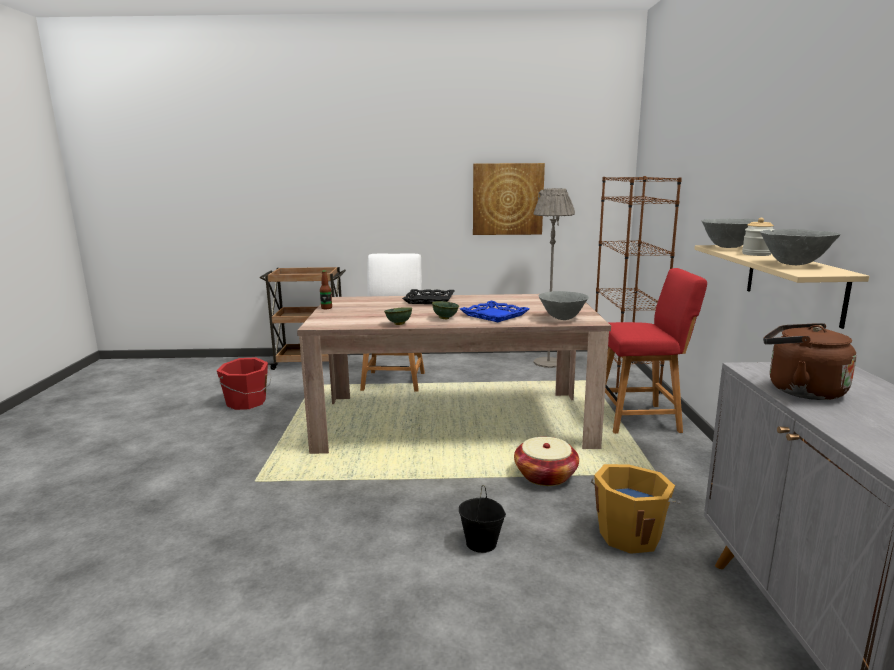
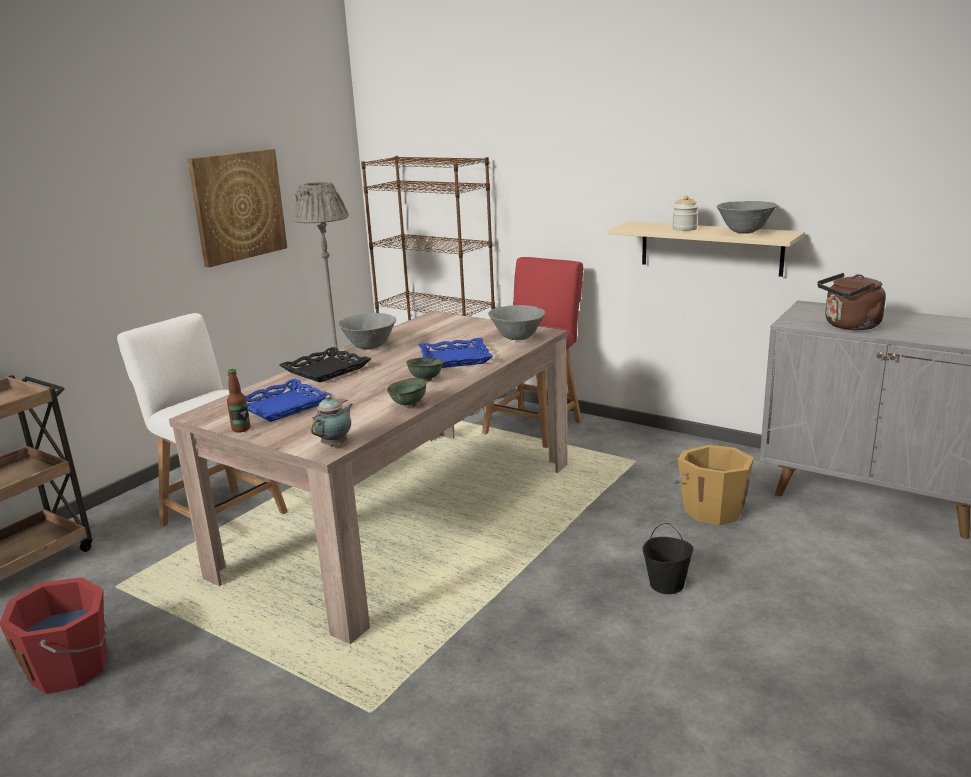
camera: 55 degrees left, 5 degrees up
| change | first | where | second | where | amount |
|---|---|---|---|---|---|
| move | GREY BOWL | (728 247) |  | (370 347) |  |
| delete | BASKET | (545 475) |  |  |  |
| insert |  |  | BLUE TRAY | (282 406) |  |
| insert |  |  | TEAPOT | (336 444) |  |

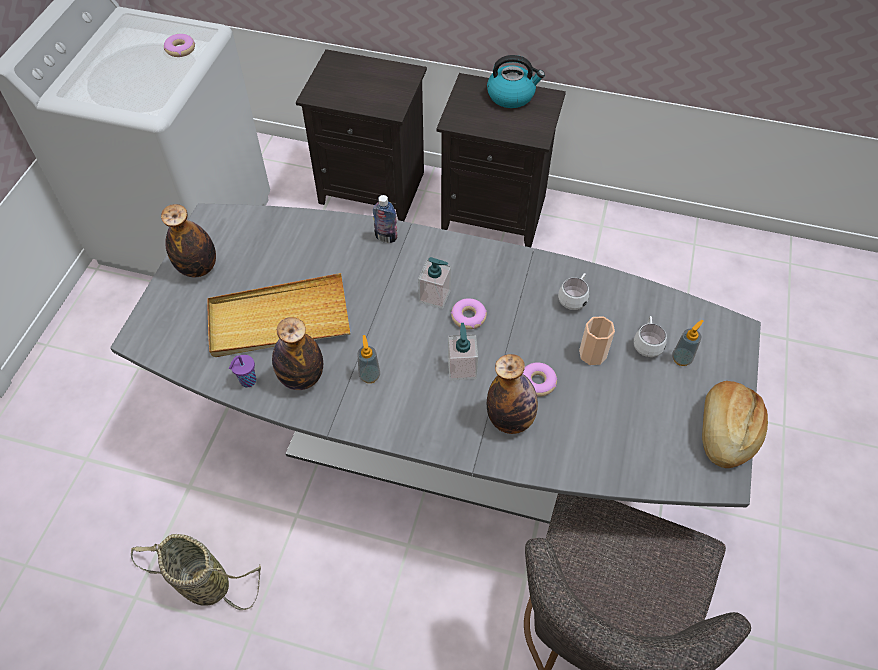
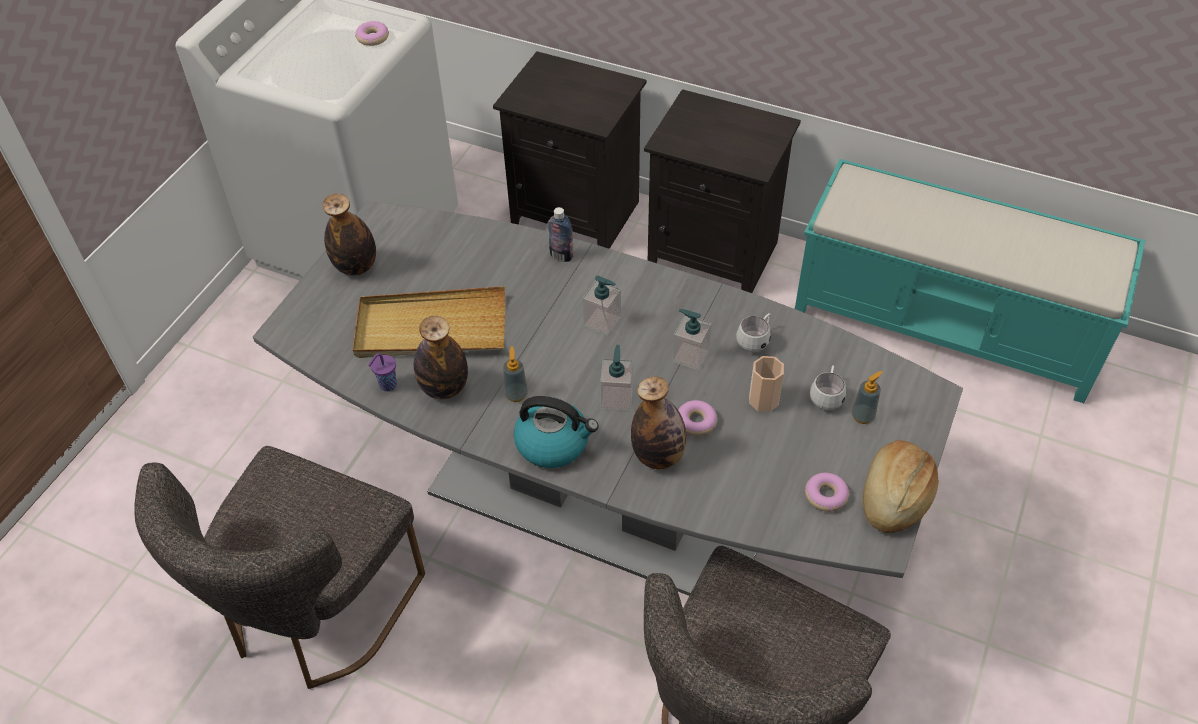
camera: 10 degrees right, 5 degrees down
| change | first | where | second | where | amount |
|---|---|---|---|---|---|
| move | KETTLE | (511 95) |  | (554 443) |  |
| move | DONUT | (468 317) |  | (826 496) |  |
| replace | BASKET | (201 583) | GREY CHAIR | (314 615) |  |
| insert |  |  | TURQUOISE BENCH | (948 323) |  |
| insert |  |  | SOAP DISPENSER | (690 356) |  |

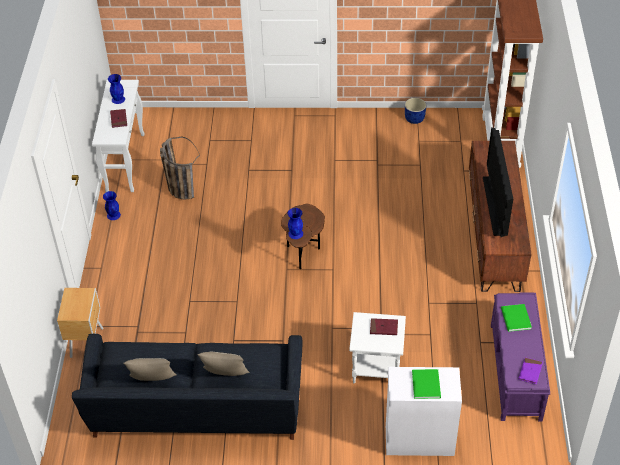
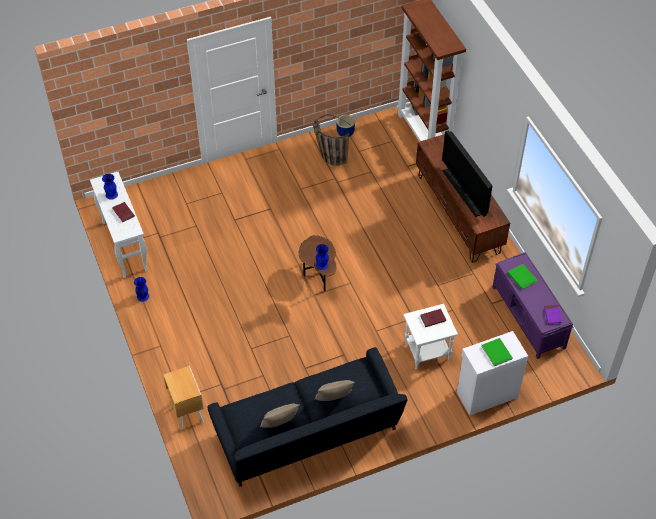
camera: 25 degrees left, 5 degrees up
| change | first | where | second | where | amount |
|---|---|---|---|---|---|
| move | BASKET | (178 186) |  | (329 156) |  |

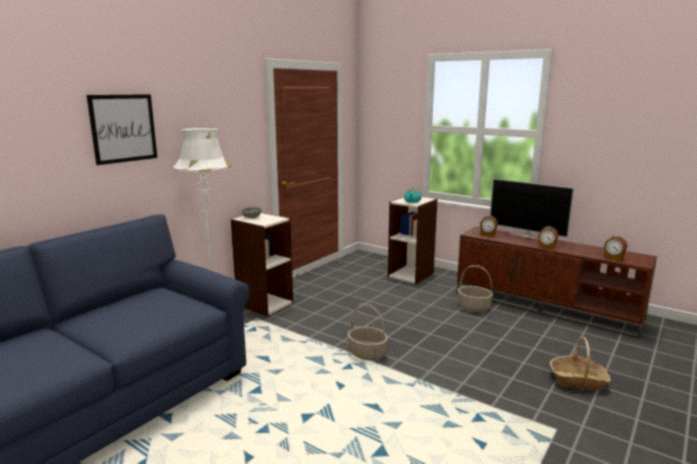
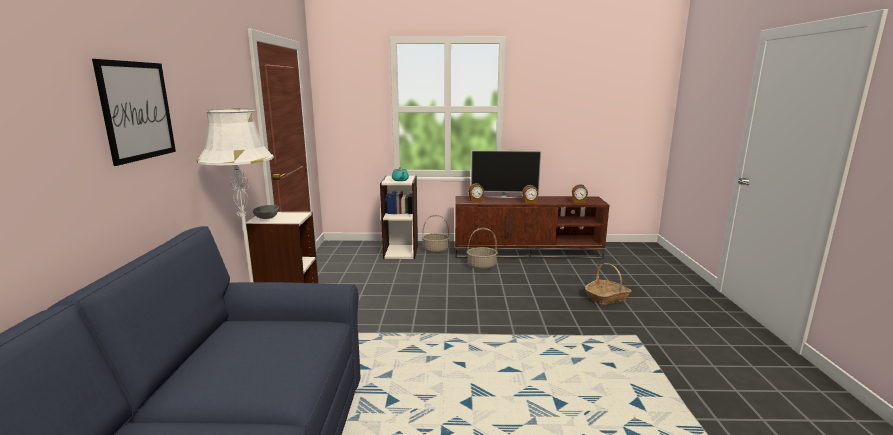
camera: 35 degrees left, 0 degrees up
| change | first | where | second | where | amount |
|---|---|---|---|---|---|
| move | BASKET | (367 353) |  | (436 250) |  |

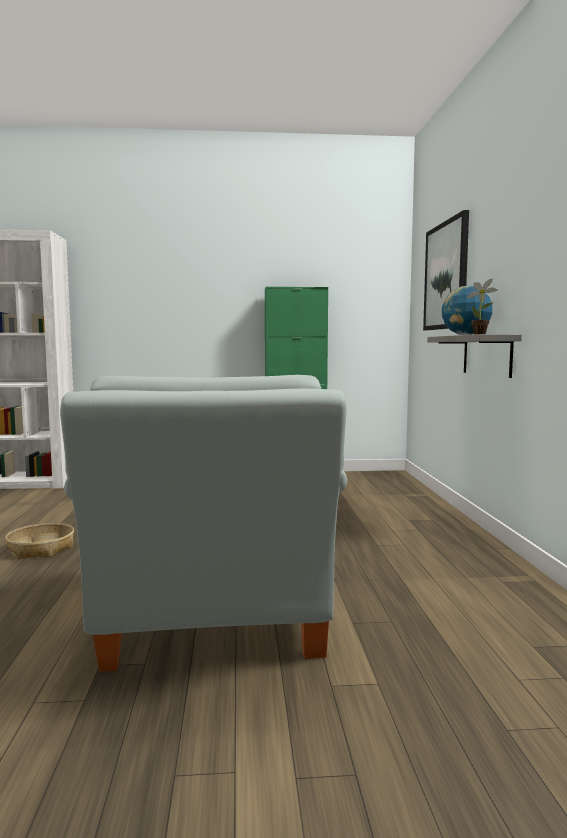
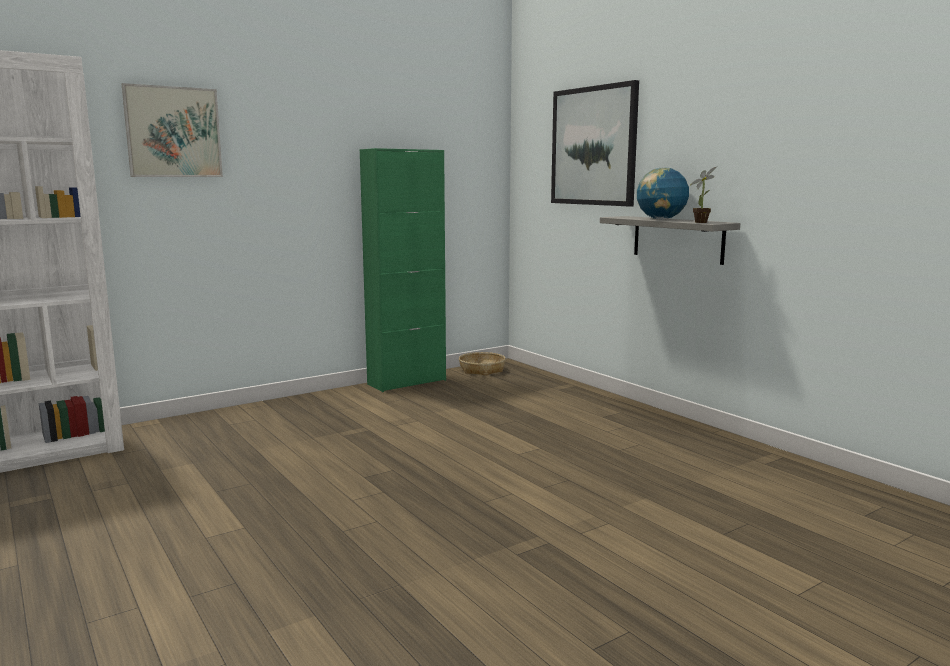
camera: 30 degrees left, 5 degrees up
| change | first | where | second | where | amount |
|---|---|---|---|---|---|
| delete | GREY ARMCHAIR | (212 622) |  |  |  |
| move | BASKET | (41 549) |  | (481 370) |  |
| insert |  |  | PICTURE | (173 132) |  |

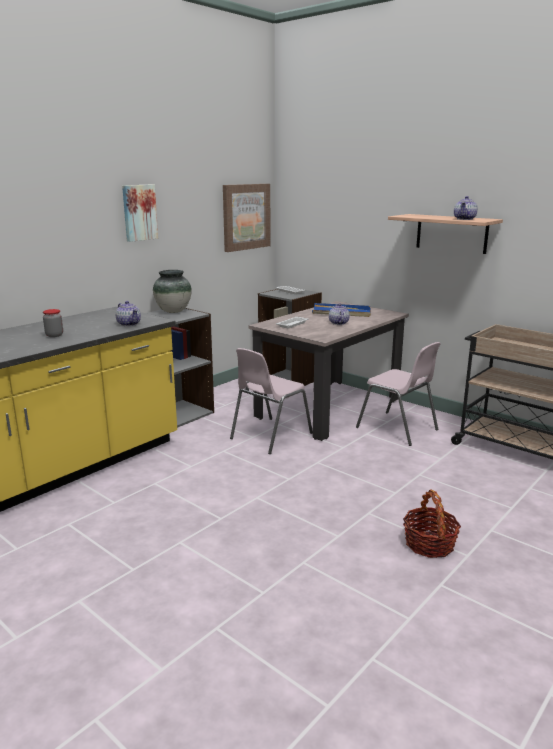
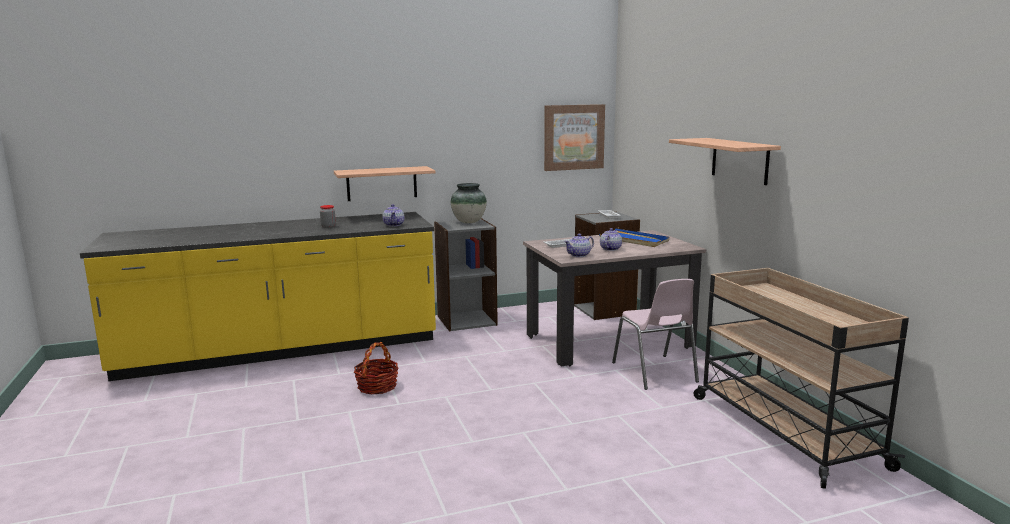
camera: 30 degrees right, 5 degrees down
| change | first | where | second | where | amount |
|---|---|---|---|---|---|
| delete | PICTURE | (139 212) |  |  |  |
| move | TEAPOT | (465 219) |  | (579 255) |  |
| delete | PINK CHAIR | (269 436) |  |  |  |
| move | BASKET | (429 544) |  | (377 387) |  |
| insert |  |  | SHELF | (382 183) |  |

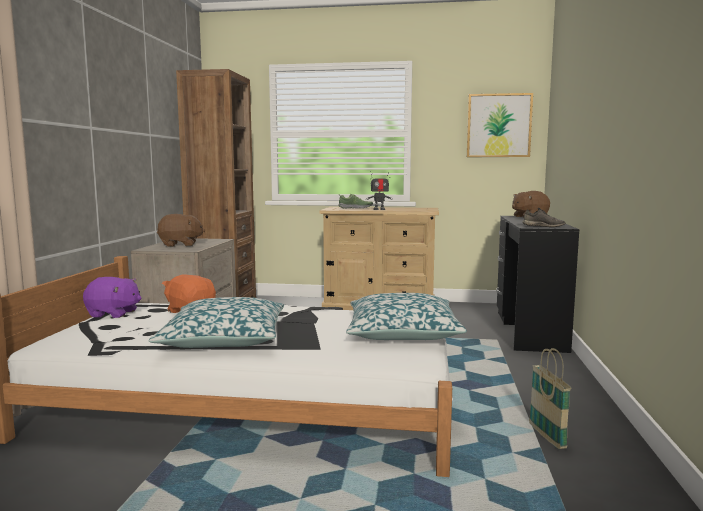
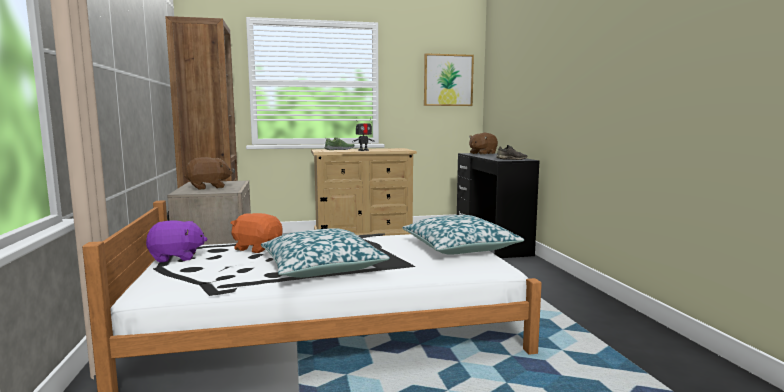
camera: 20 degrees left, 0 degrees up
| change | first | where | second | where | amount |
|---|---|---|---|---|---|
| delete | BASKET | (547 437) |  |  |  |

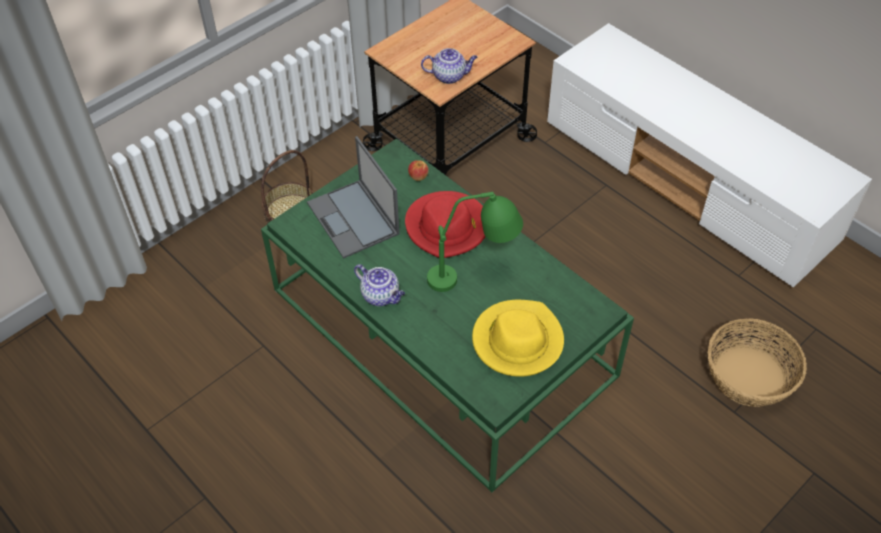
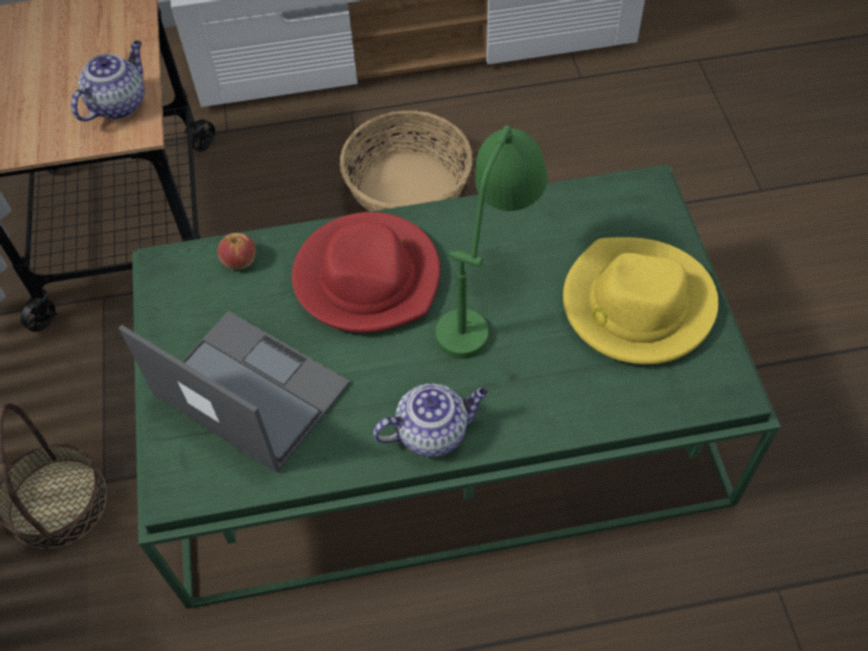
camera: 55 degrees left, 5 degrees up
| change | first | where | second | where | amount |
|---|---|---|---|---|---|
| rotate | LAPTOP | (354 219) |  | (249 389) | 150 degrees counterclockwise |
| move | BASKET | (749 376) |  | (409 189) |  |

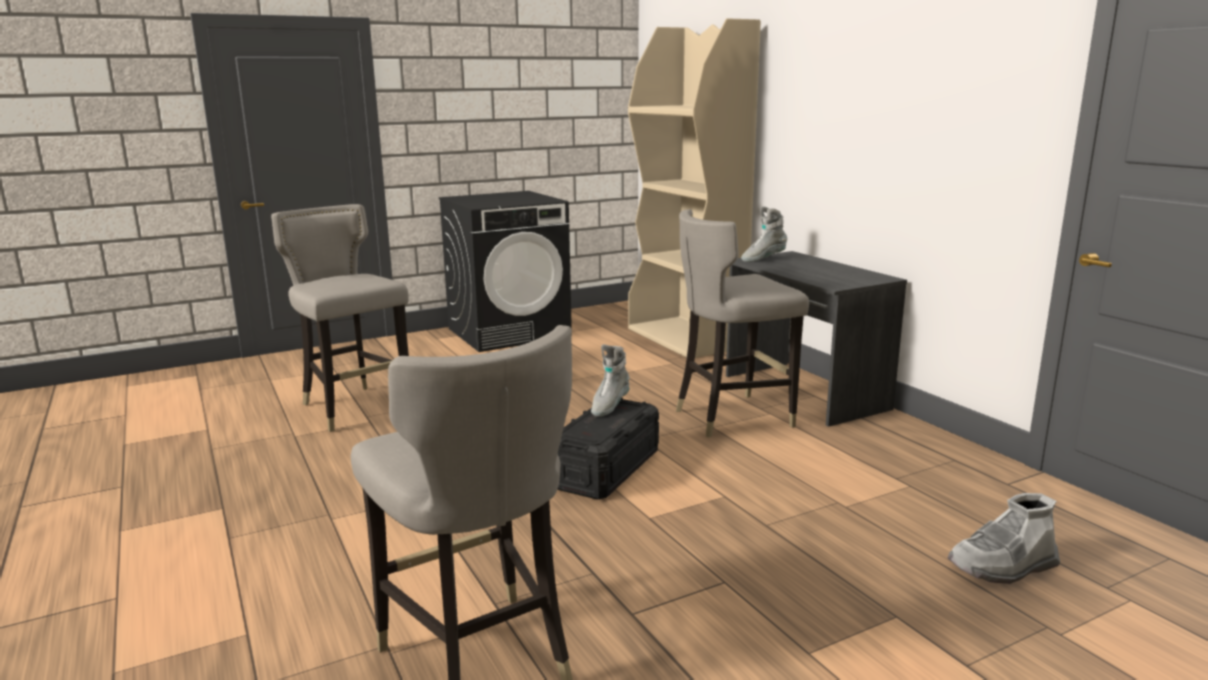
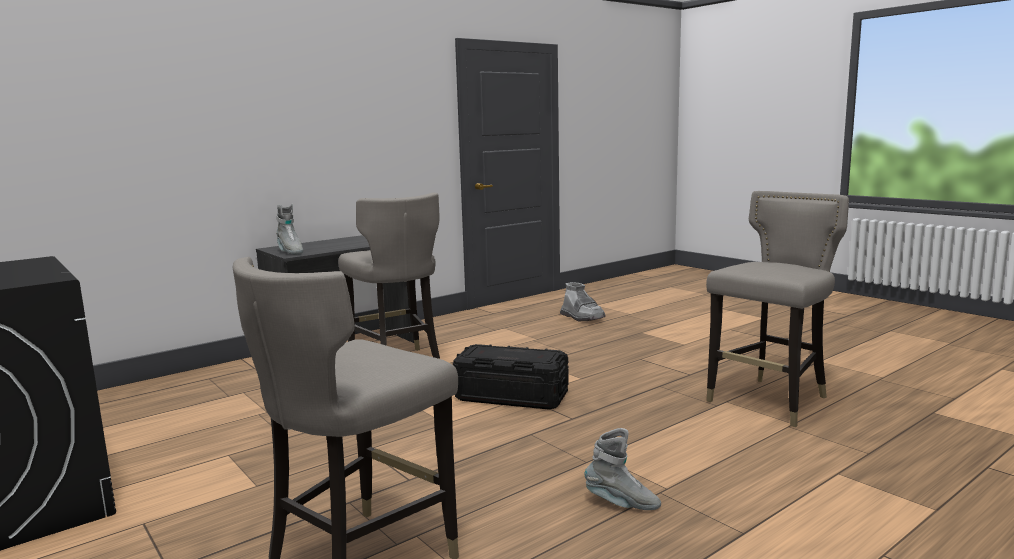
camera: 100 degrees left, 5 degrees down
| change | first | where | second | where | amount |
|---|---|---|---|---|---|
| delete | BEIGE BOOKCASE | (686 338) |  |  |  |
| move | GREY BOOT | (609 406) |  | (622 503) |  |

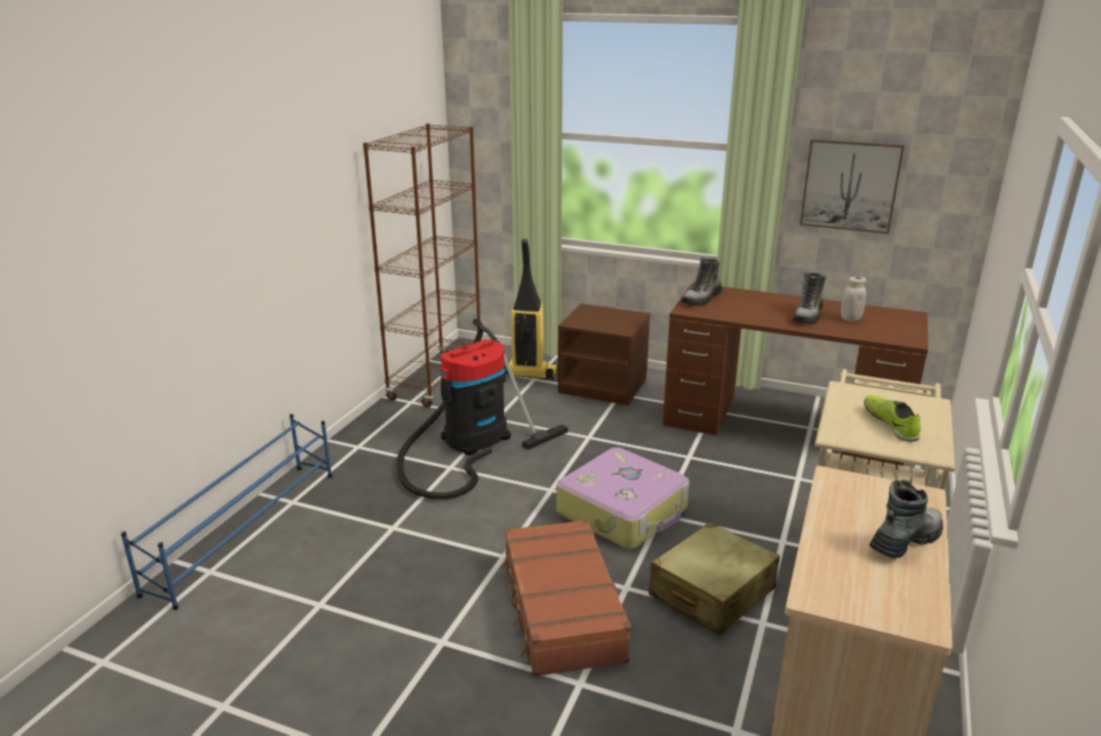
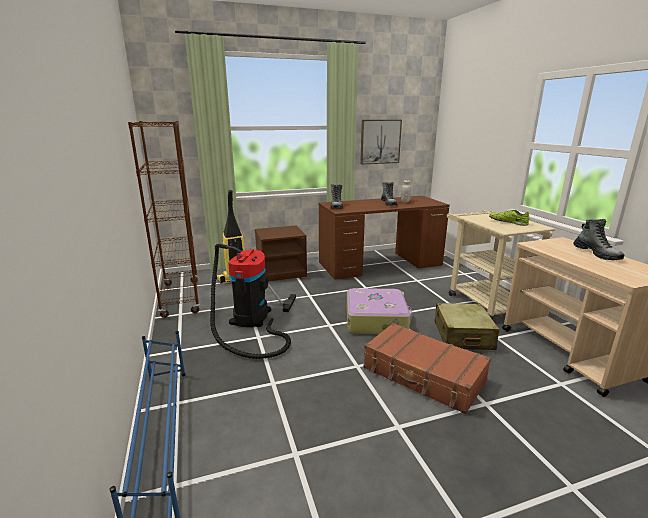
camera: 40 degrees left, 5 degrees down
| change | first | where | second | where | amount |
|---|---|---|---|---|---|
| rotate | BOOT | (905 541) |  | (596 254) | 150 degrees clockwise |

